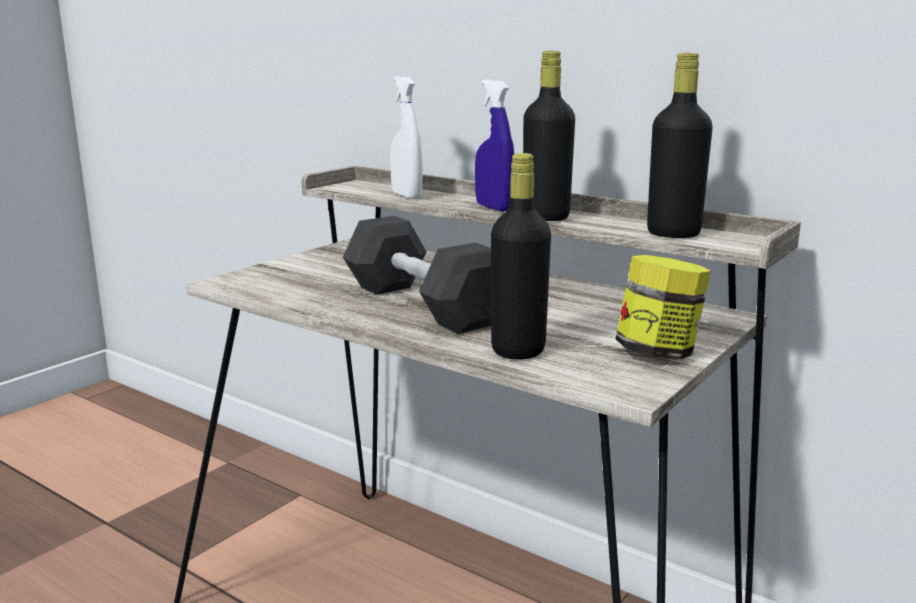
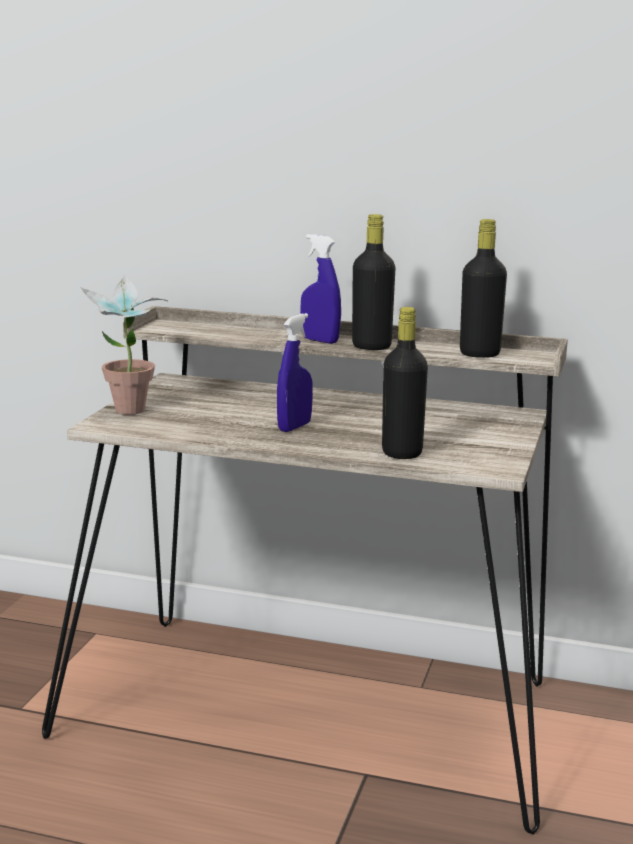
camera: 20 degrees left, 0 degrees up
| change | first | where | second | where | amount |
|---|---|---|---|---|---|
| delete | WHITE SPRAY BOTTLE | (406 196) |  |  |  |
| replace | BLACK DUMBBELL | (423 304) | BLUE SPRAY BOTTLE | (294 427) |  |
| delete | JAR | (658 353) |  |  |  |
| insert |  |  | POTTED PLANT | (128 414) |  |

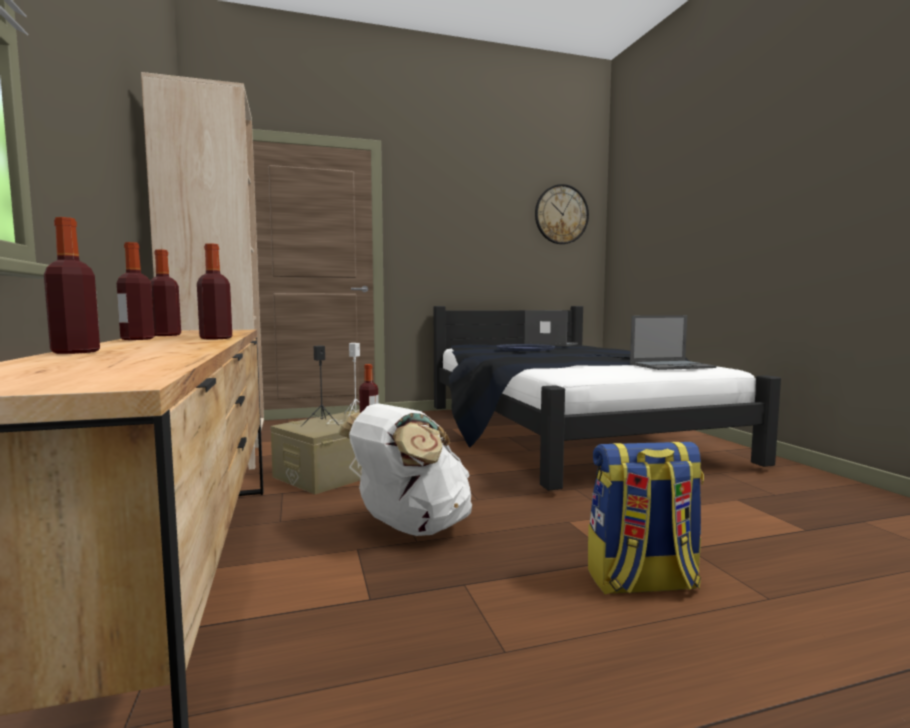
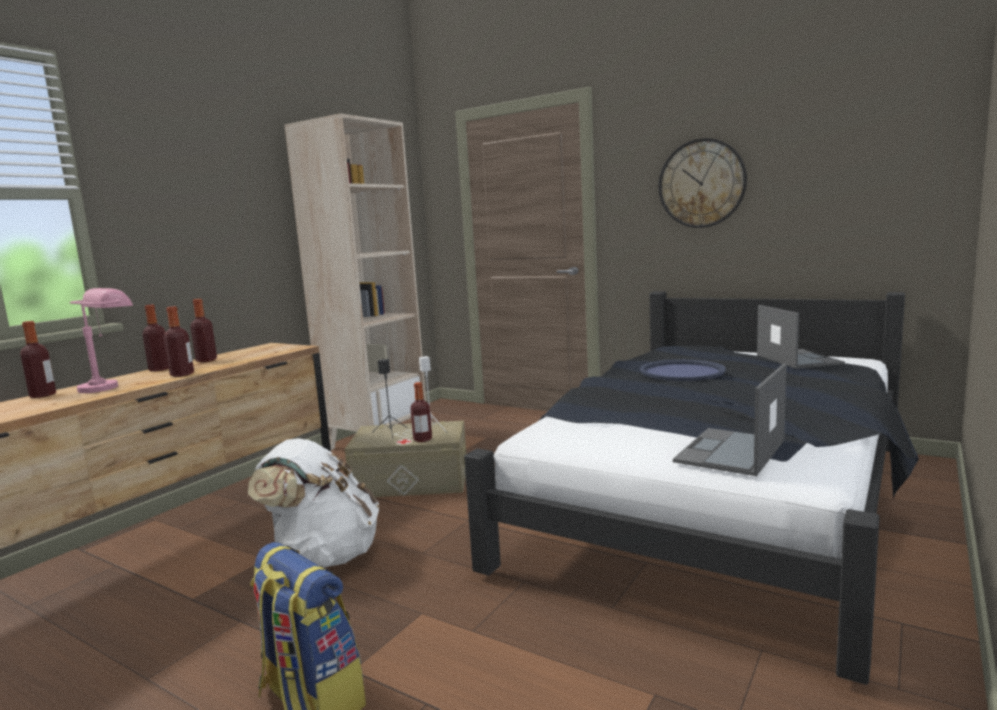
camera: 50 degrees right, 5 degrees up
| change | first | where | second | where | amount |
|---|---|---|---|---|---|
| move | WALL CLOCK | (561 214) |  | (702 183) |  |
| rotate | LAPTOP | (672 366) |  | (730 452) | 90 degrees clockwise |
| insert |  |  | PINK TABLE LAMP | (111 385) |  |

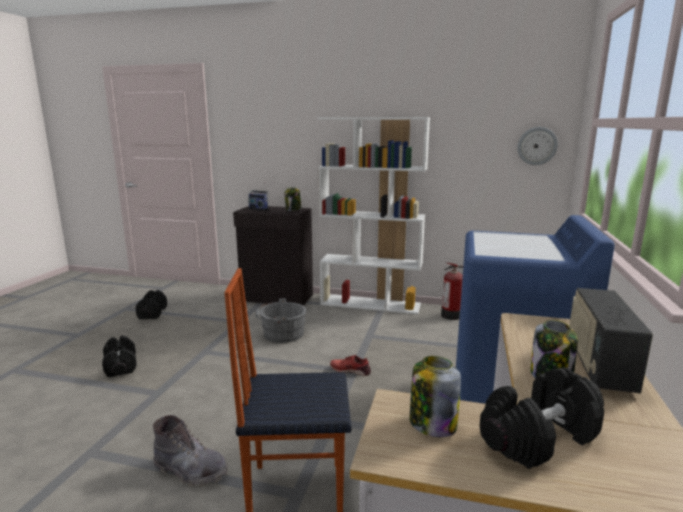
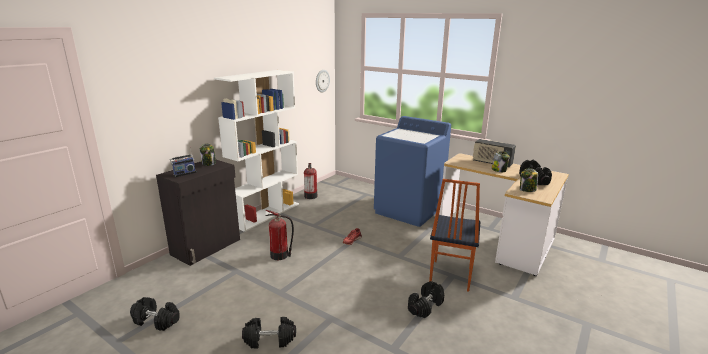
camera: 70 degrees left, 5 degrees up
| change | first | where | second | where | amount |
|---|---|---|---|---|---|
| replace | GREY BUCKET | (281 334) | FIRE EXTINGUISHER | (280 255) |  |
| replace | GREY BOOT | (190 470) | BLACK DUMBBELL | (425 306) |  |

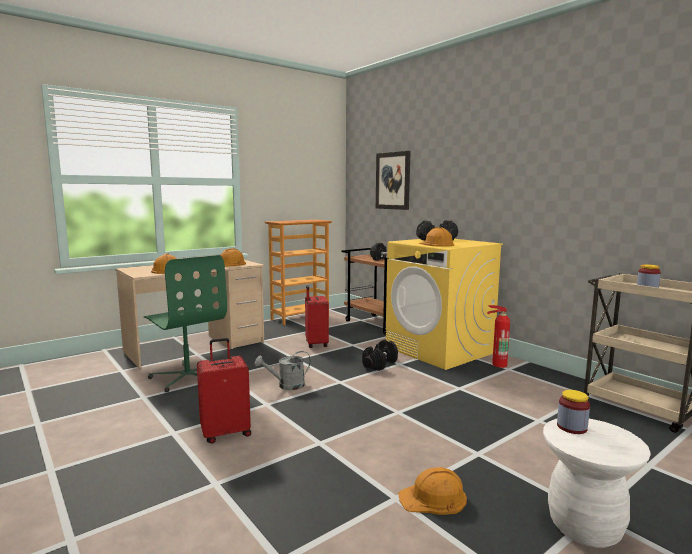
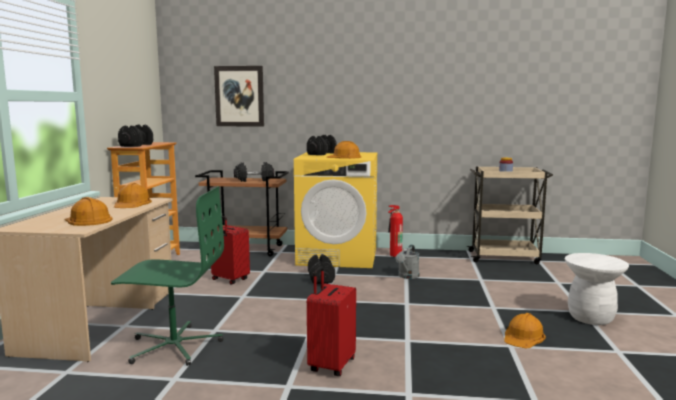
camera: 45 degrees left, 0 degrees up
| change | first | where | second | where | amount |
|---|---|---|---|---|---|
| move | GREY WATERING CAN | (286 386) |  | (407 276) |  |
| delete | JAR | (571 427) |  |  |  |
| insert |  |  | BLACK DUMBBELL | (136 145) |  |

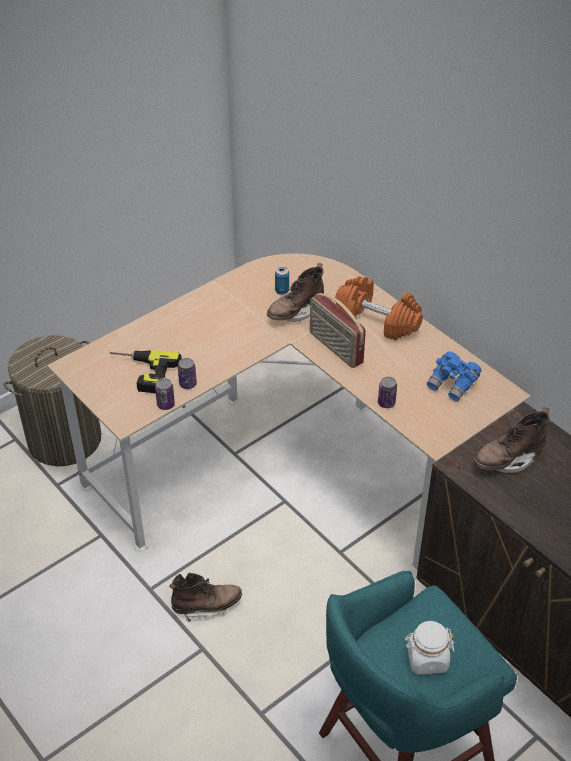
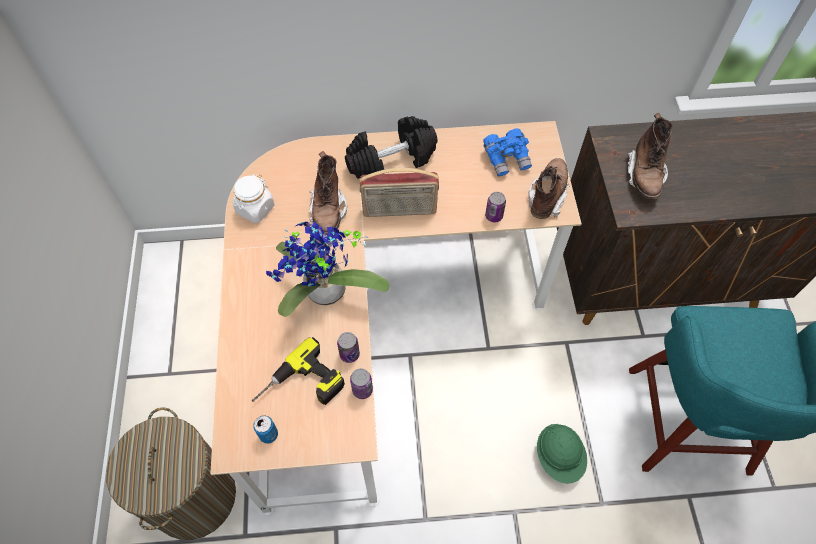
camera: 55 degrees left, 15 degrees up
| change | first | where | second | where | amount |
|---|---|---|---|---|---|
| move | CAN | (282 291) |  | (268 434) |  |
| recolor | ORANGE DUMBBELL | (378 320) | BLACK DUMBBELL | (391 160) |  |
| move | BROWN BOOT | (206 606) |  | (547 196) |  |
| move | WHITE JAR | (427 658) |  | (255 209) |  |
| insert |  |  | POTTED PLANT | (325 295) |  |
| insert |  |  | GREEN HARD HAT | (559 457) |  |

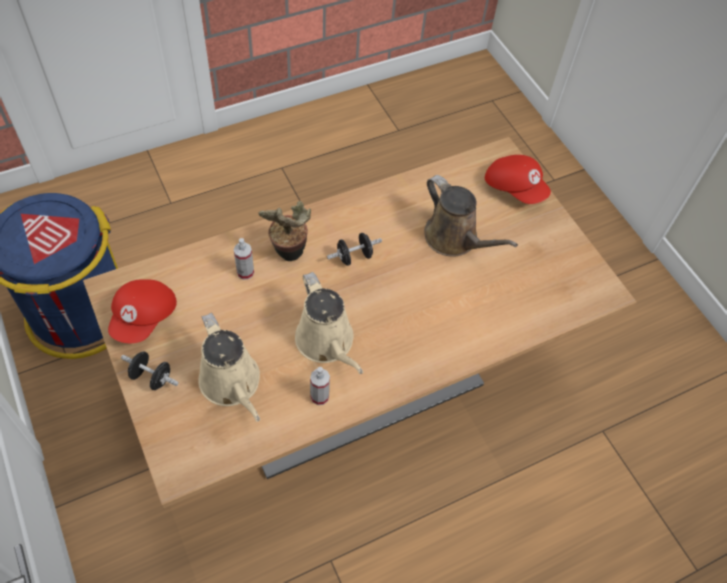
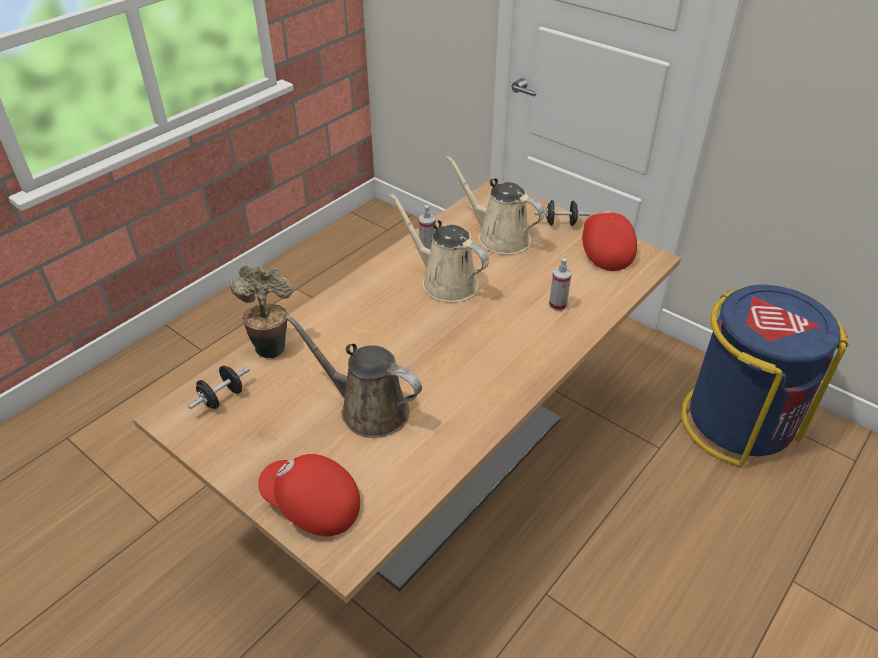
camera: 160 degrees right, 15 degrees down
| change | first | where | second | where | amount |
|---|---|---|---|---|---|
| move | POTTED PLANT | (288 254) |  | (271 345) |  |
| move | BLACK DUMBBELL | (354 256) |  | (222 398) |  |

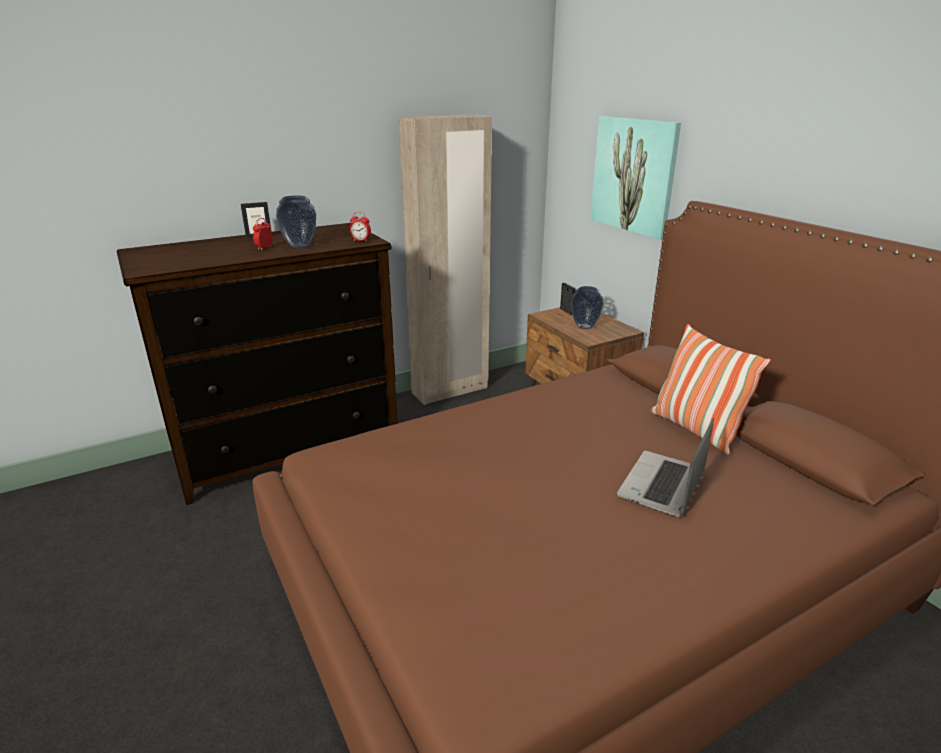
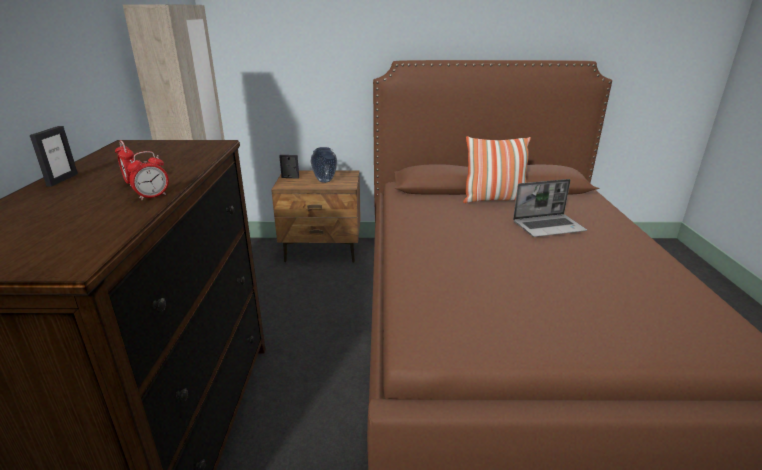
camera: 60 degrees left, 0 degrees up
| change | first | where | second | where | amount |
|---|---|---|---|---|---|
| delete | PICTURE | (633 175) |  |  |  |
| delete | VASE | (299 246) |  |  |  |
| move | ALARM CLOCK | (361 240) |  | (153 196) |  |
| rotate | LAPTOP | (662 486) |  | (549 226) | 75 degrees counterclockwise |

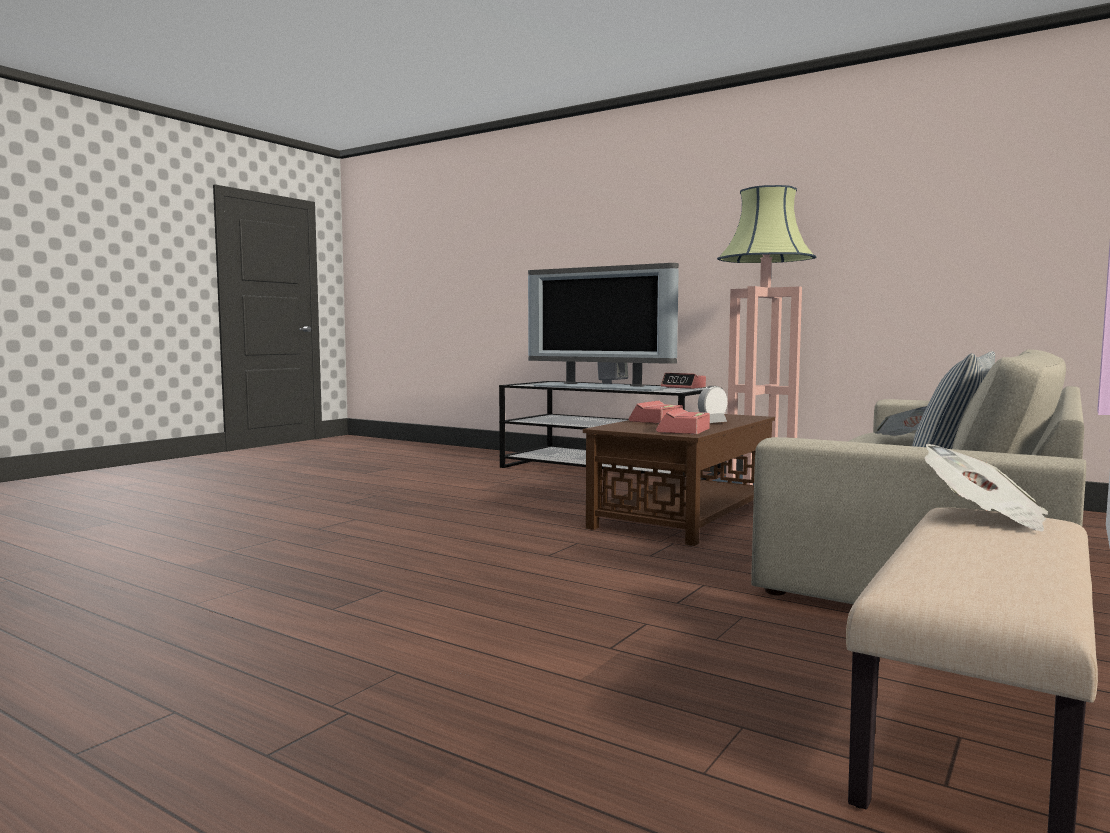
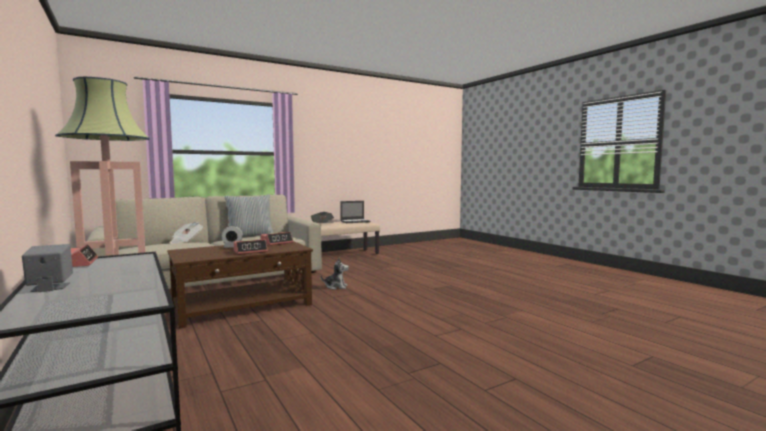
camera: 155 degrees left, 0 degrees up
| change | first | where | second | where | amount |
|---|---|---|---|---|---|
| delete | TELEVISION | (600 387) |  |  |  |
| insert |  |  | LAPTOP | (355 221) |  |
| insert |  |  | PLUSH TOY | (336 287) |  |

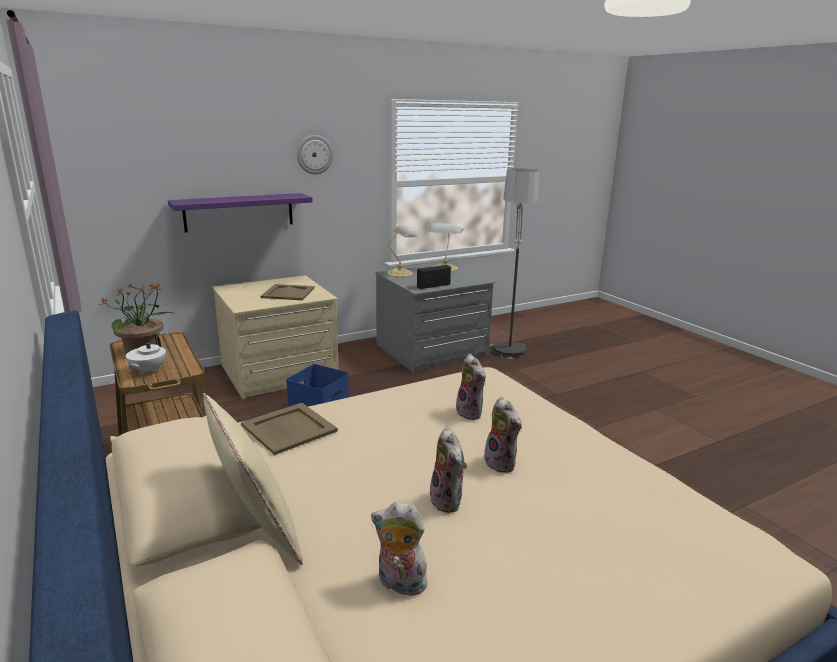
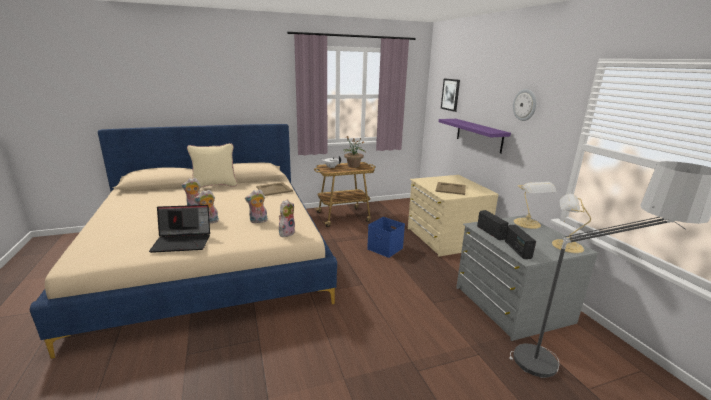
camera: 100 degrees right, 0 degrees up
| change | first | where | second | where | amount |
|---|---|---|---|---|---|
| move | PLUSH TOY | (399 584) |  | (286 233) |  |
| insert |  |  | PICTURE | (450 94) |  |
| insert |  |  | LAPTOP | (183 242) |  |
| insert |  |  | RADIO | (517 250) |  |

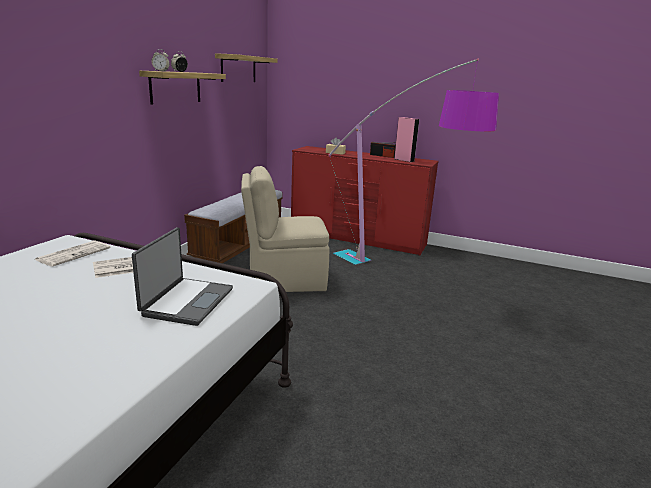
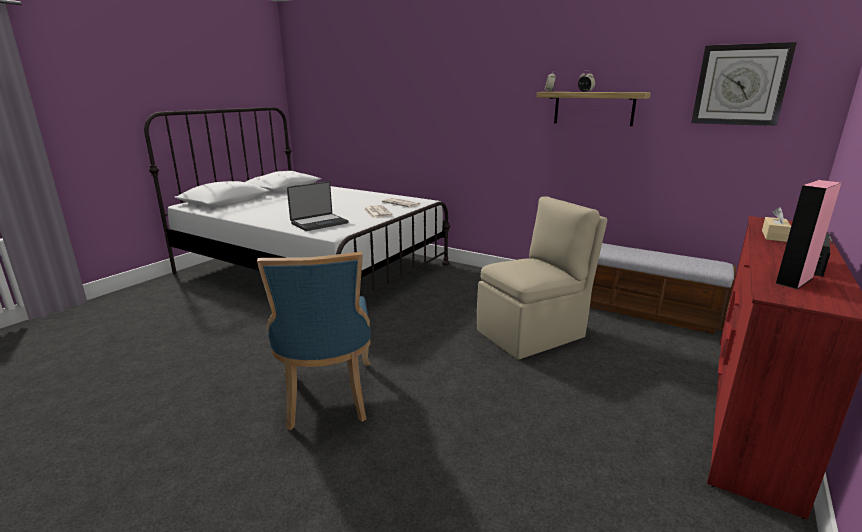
camera: 100 degrees right, 0 degrees up
| change | first | where | second | where | amount |
|---|---|---|---|---|---|
| replace | SHELF | (238 69) | WALL CLOCK | (740 85) |  |
| delete | FLOOR LAMP | (396 279) |  |  |  |
| rotate | BEIGE CHAIR | (284 280) |  | (533 333) | 60 degrees clockwise |
| rotate | LAPTOP | (187 302) |  | (319 223) | 60 degrees counterclockwise |
| insert |  |  | BLUE CHAIR | (327 397) |  |

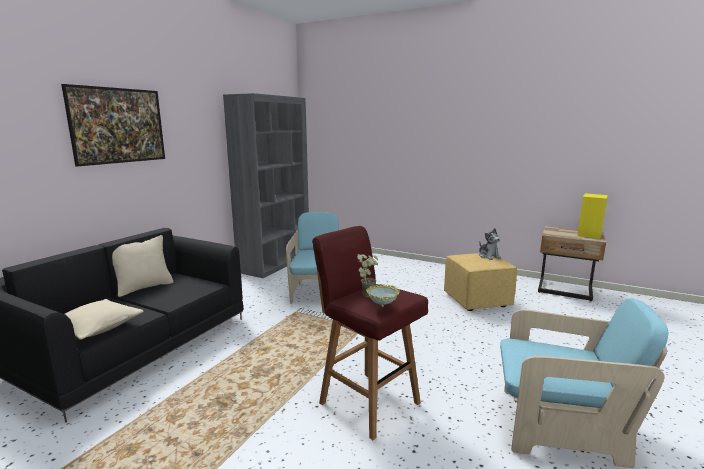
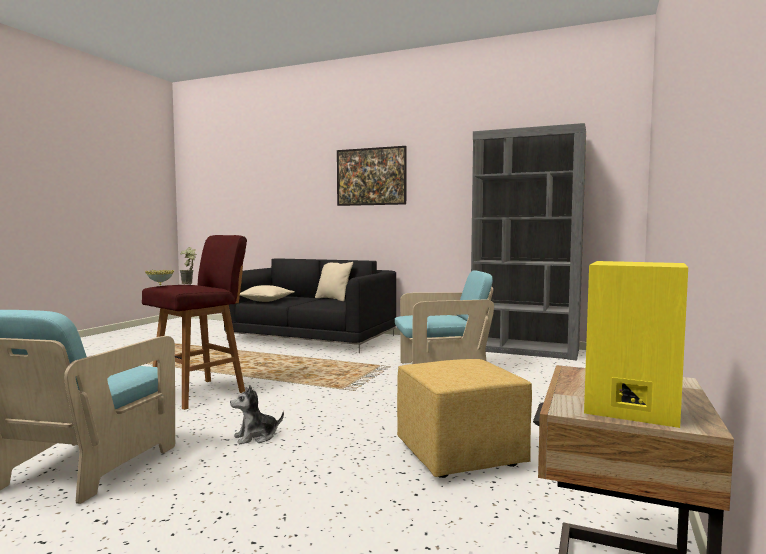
camera: 85 degrees right, 10 degrees down
| change | first | where | second | where | amount |
|---|---|---|---|---|---|
| move | PLUSH TOY | (488 256) |  | (256 437) |  |

